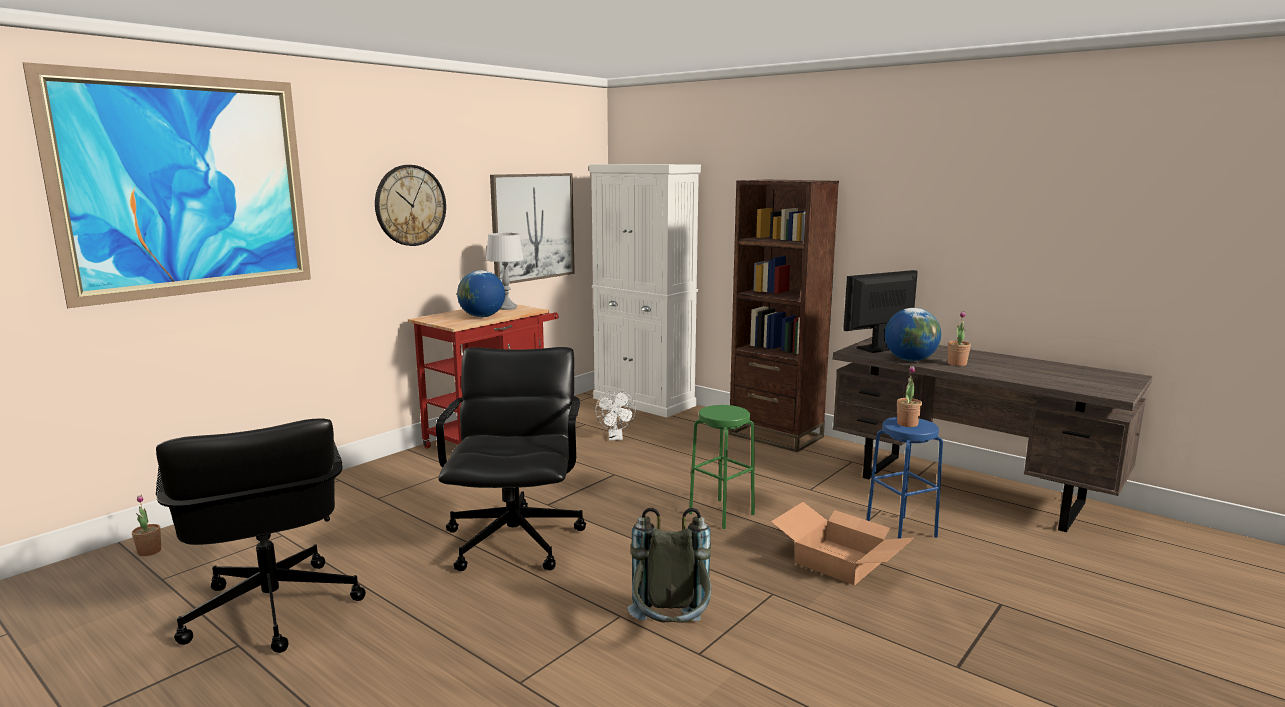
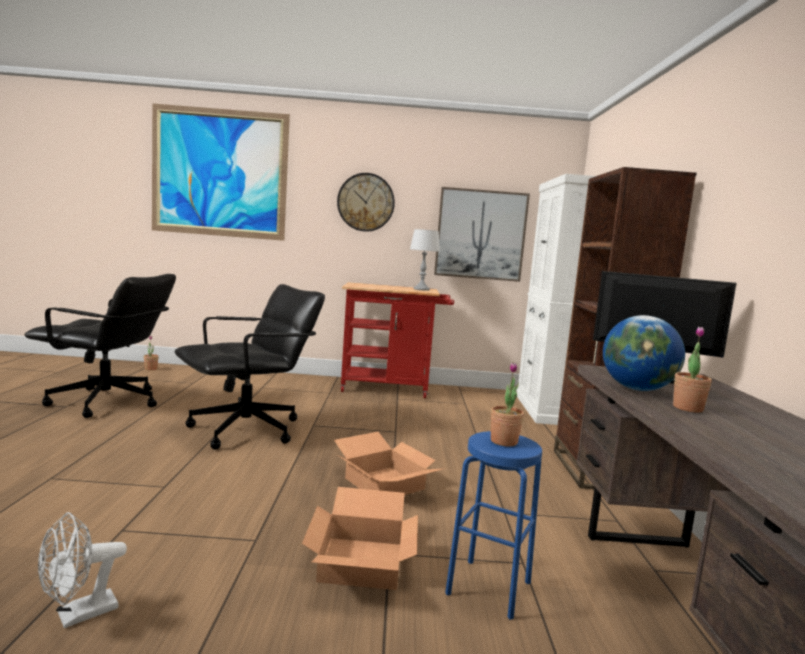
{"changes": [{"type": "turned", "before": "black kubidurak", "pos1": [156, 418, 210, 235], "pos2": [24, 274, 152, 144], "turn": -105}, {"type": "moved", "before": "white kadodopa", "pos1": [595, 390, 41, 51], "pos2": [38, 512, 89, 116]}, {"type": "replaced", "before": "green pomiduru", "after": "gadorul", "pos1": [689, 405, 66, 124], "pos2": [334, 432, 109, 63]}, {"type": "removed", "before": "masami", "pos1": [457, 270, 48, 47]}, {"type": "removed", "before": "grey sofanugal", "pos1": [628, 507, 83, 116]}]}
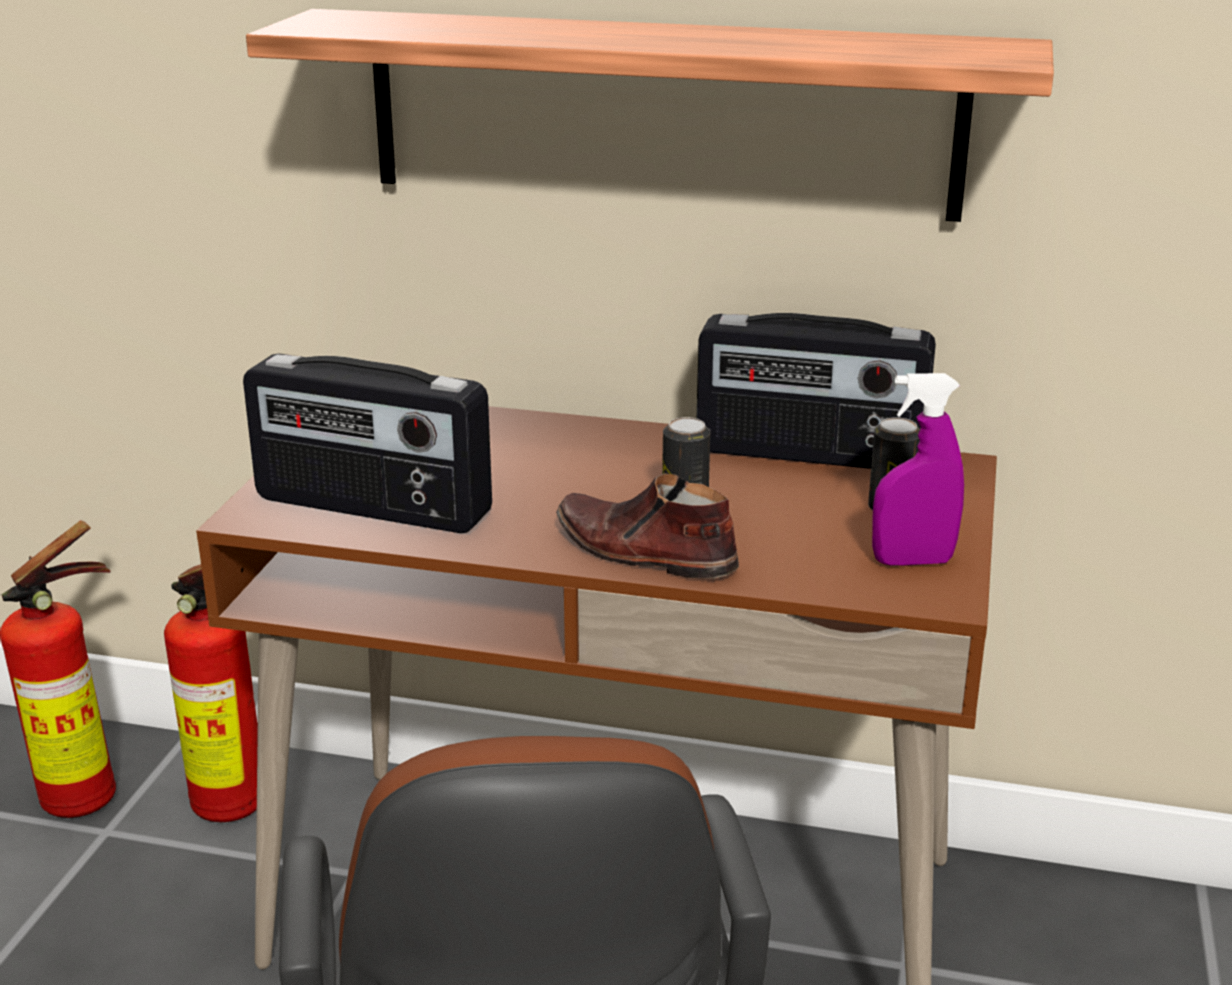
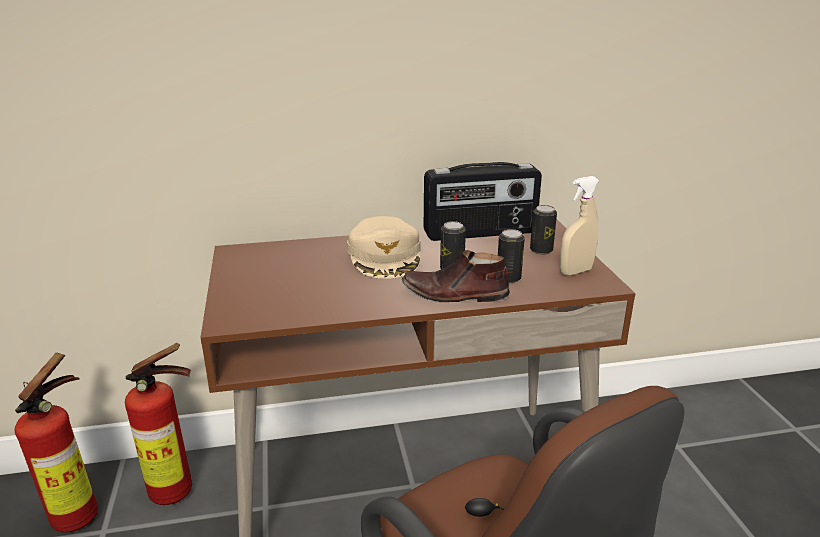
{"changes": [{"type": "added", "after": "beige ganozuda", "pos2": [347, 216, 73, 63]}, {"type": "added", "after": "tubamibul", "pos2": [498, 229, 27, 54]}, {"type": "recoloured", "before": "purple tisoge", "after": "beige tisoge", "pos1": [872, 373, 92, 193], "pos2": [559, 176, 40, 100]}, {"type": "removed", "before": "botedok", "pos1": [243, 354, 249, 179]}, {"type": "removed", "before": "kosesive", "pos1": [246, 9, 808, 213]}]}
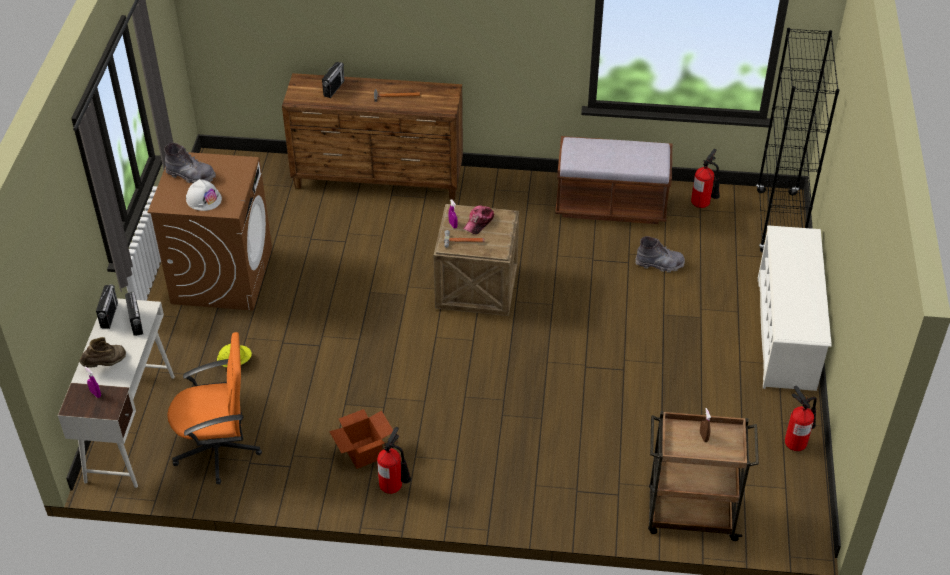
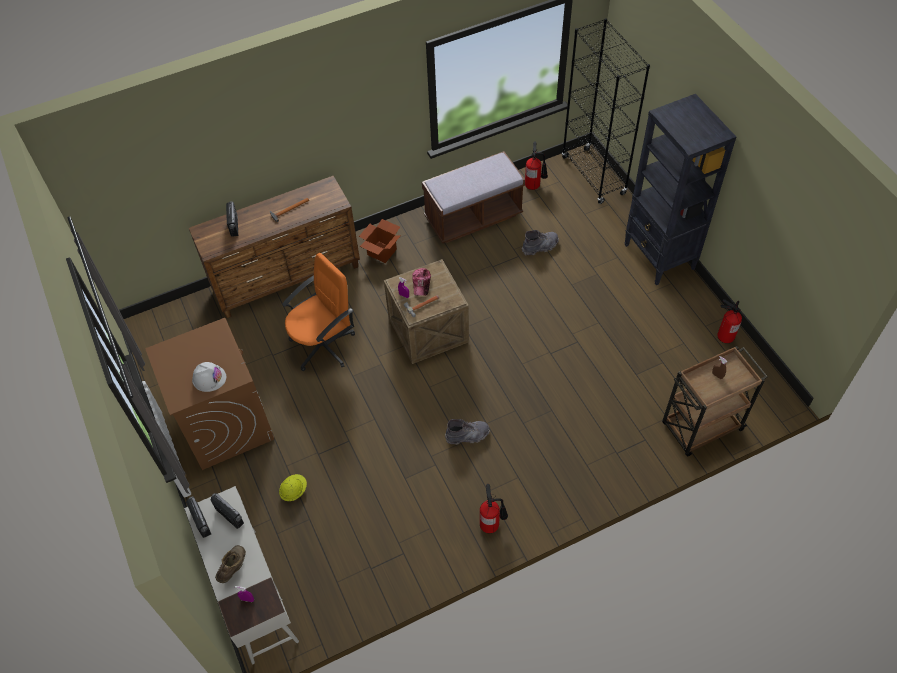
{"changes": [{"type": "moved", "before": "orange kubidurak", "pos1": [167, 332, 95, 153], "pos2": [282, 253, 73, 118]}, {"type": "moved", "before": "gadorul", "pos1": [329, 409, 64, 60], "pos2": [359, 219, 41, 44]}, {"type": "moved", "before": "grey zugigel", "pos1": [164, 143, 52, 41], "pos2": [445, 419, 45, 26]}, {"type": "replaced", "before": "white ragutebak", "after": "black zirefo", "pos1": [758, 226, 74, 165], "pos2": [624, 94, 112, 191]}]}
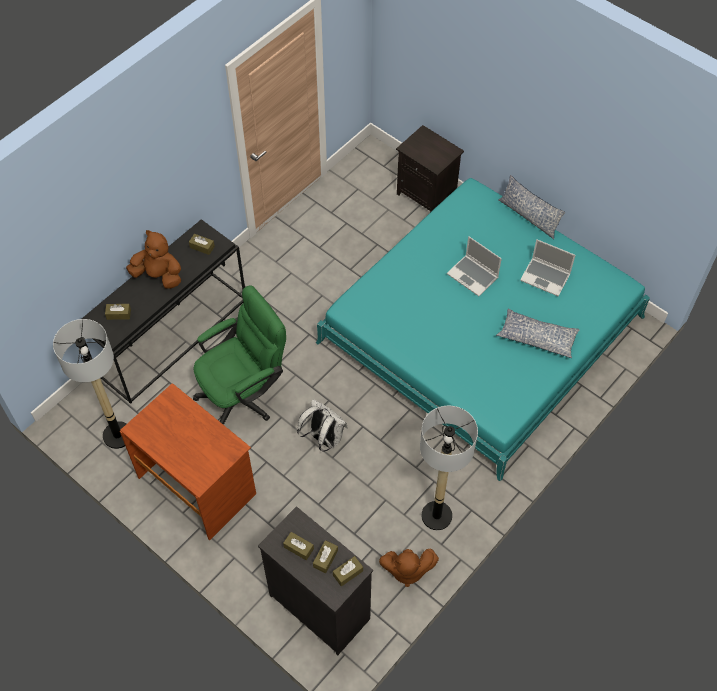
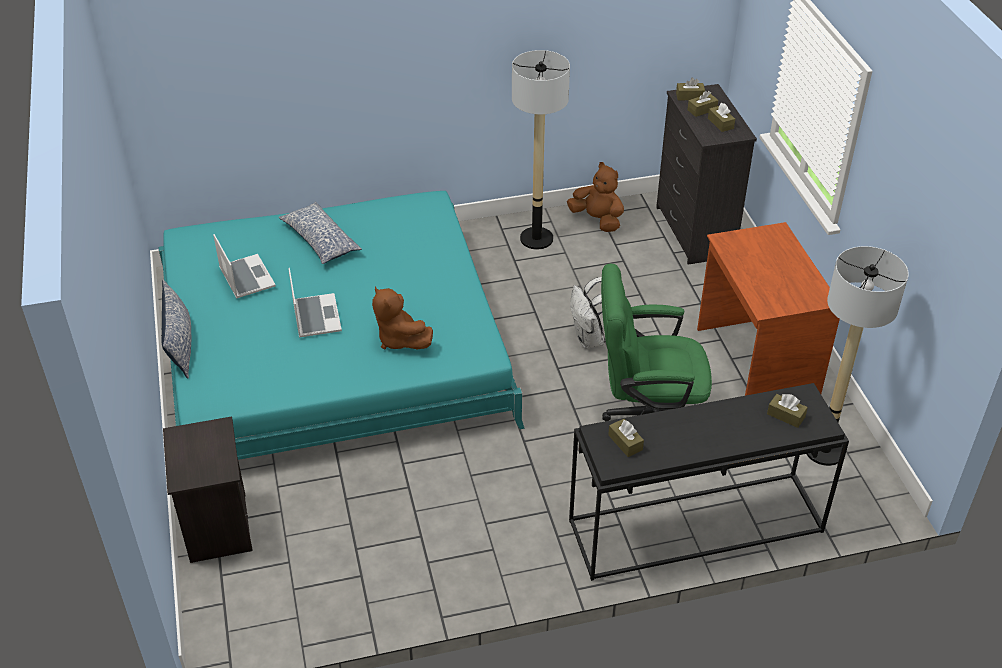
{"changes": [{"type": "moved", "before": "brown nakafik", "pos1": [126, 230, 55, 59], "pos2": [372, 286, 61, 63]}]}
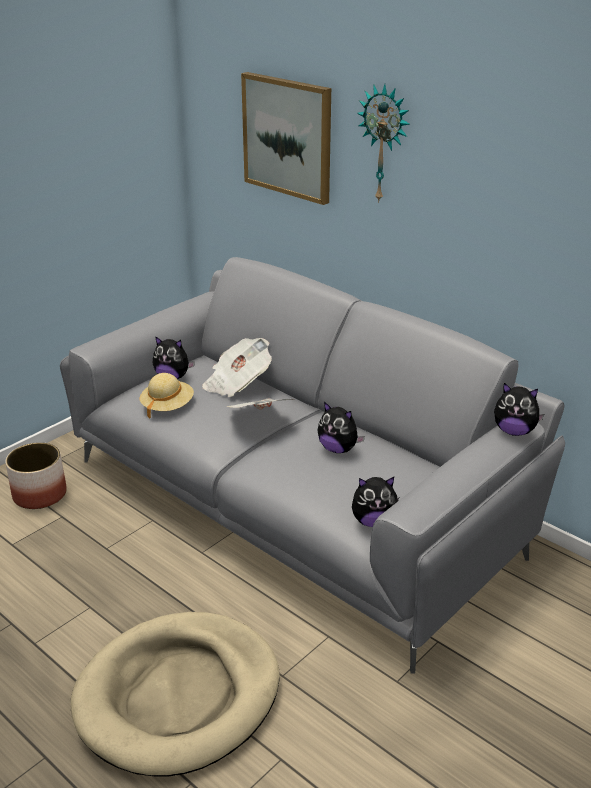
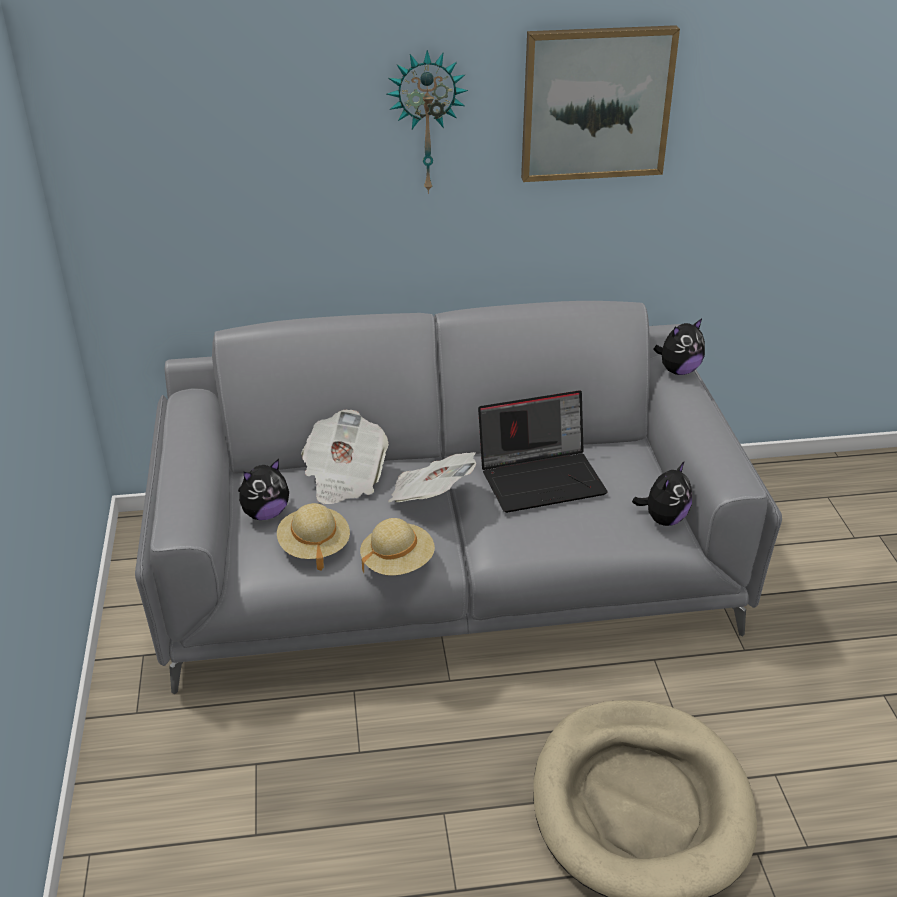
{"changes": [{"type": "added", "after": "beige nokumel", "pos2": [360, 518, 75, 57]}, {"type": "replaced", "before": "nakafik", "after": "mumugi", "pos1": [317, 402, 48, 51], "pos2": [478, 390, 130, 123]}, {"type": "moved", "before": "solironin", "pos1": [241, 72, 90, 133], "pos2": [521, 25, 159, 157]}, {"type": "removed", "before": "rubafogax", "pos1": [5, 442, 61, 67]}]}
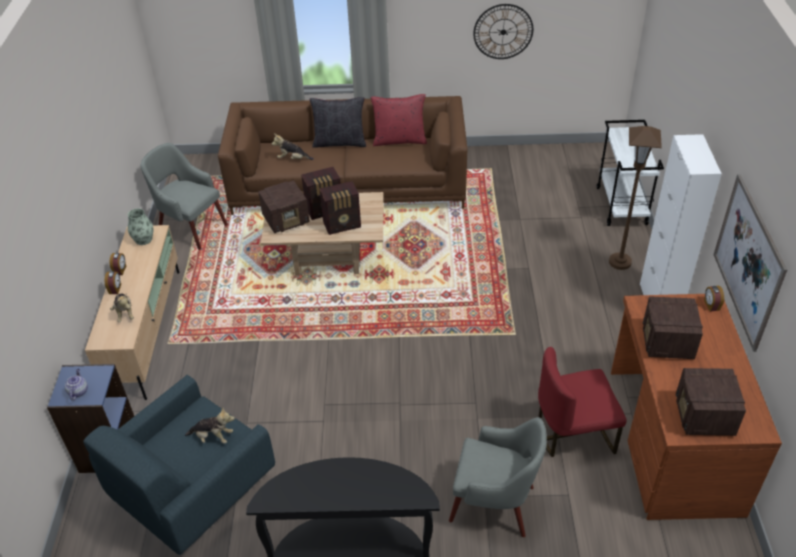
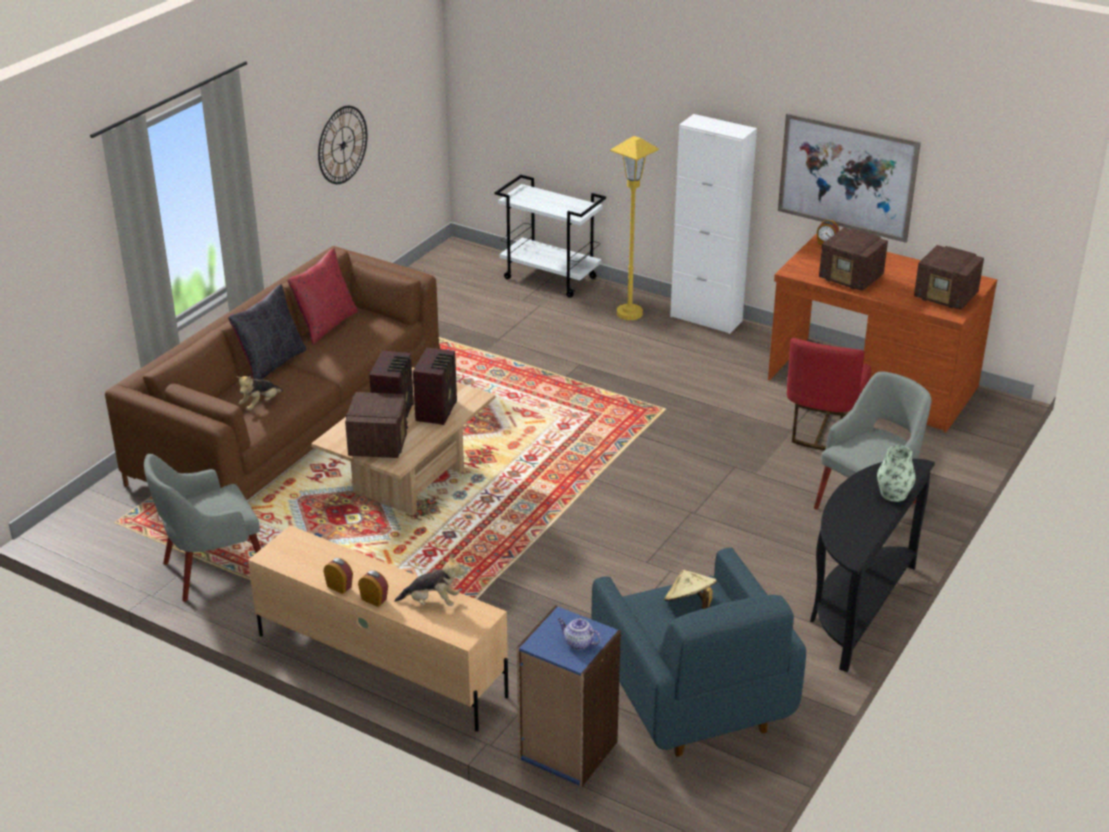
{"changes": [{"type": "recoloured", "before": "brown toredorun", "after": "yellow toredorun", "pos1": [609, 126, 53, 144], "pos2": [610, 136, 49, 184]}, {"type": "replaced", "before": "nakafik", "after": "beige nokumel", "pos1": [185, 407, 50, 37], "pos2": [664, 570, 53, 39]}, {"type": "moved", "before": "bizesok", "pos1": [128, 208, 26, 37], "pos2": [877, 445, 39, 57]}]}
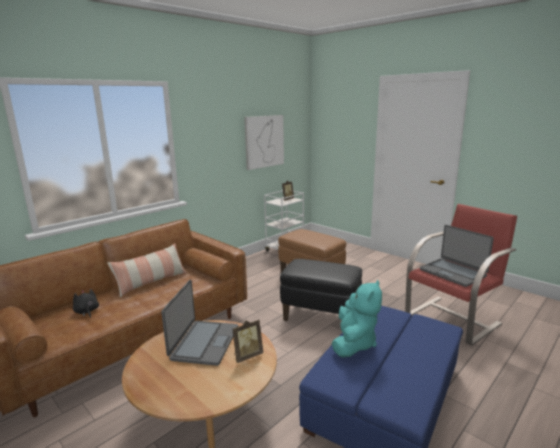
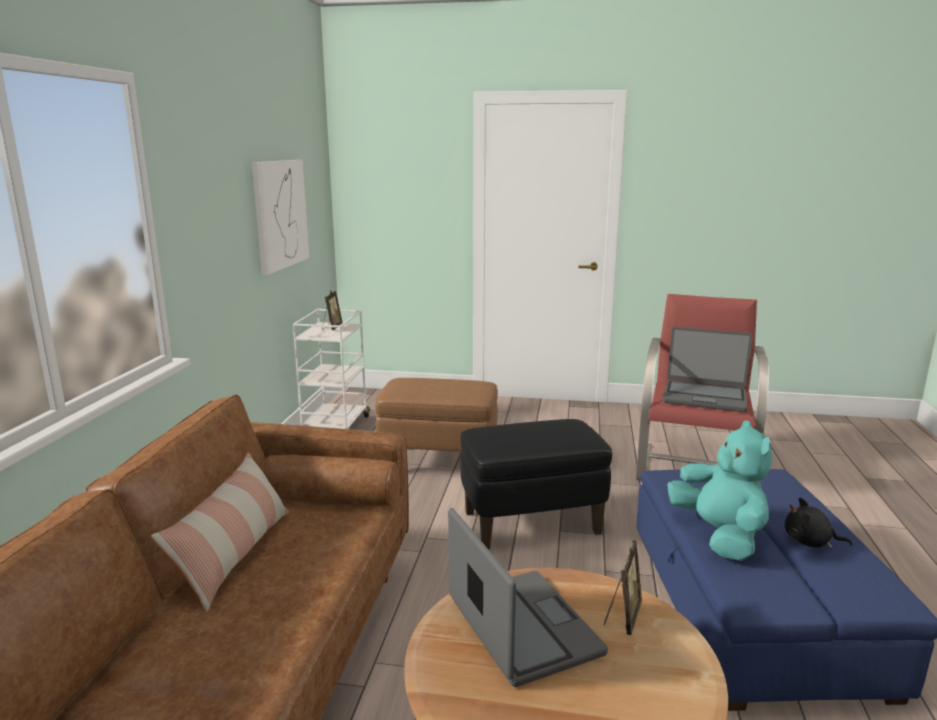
{"changes": [{"type": "moved", "before": "black nakafik", "pos1": [73, 289, 26, 29], "pos2": [785, 498, 67, 50]}]}
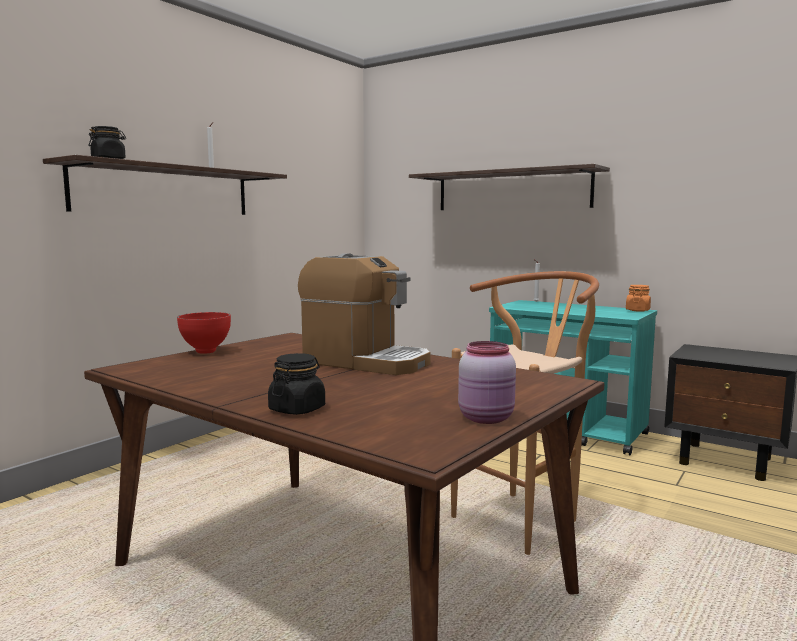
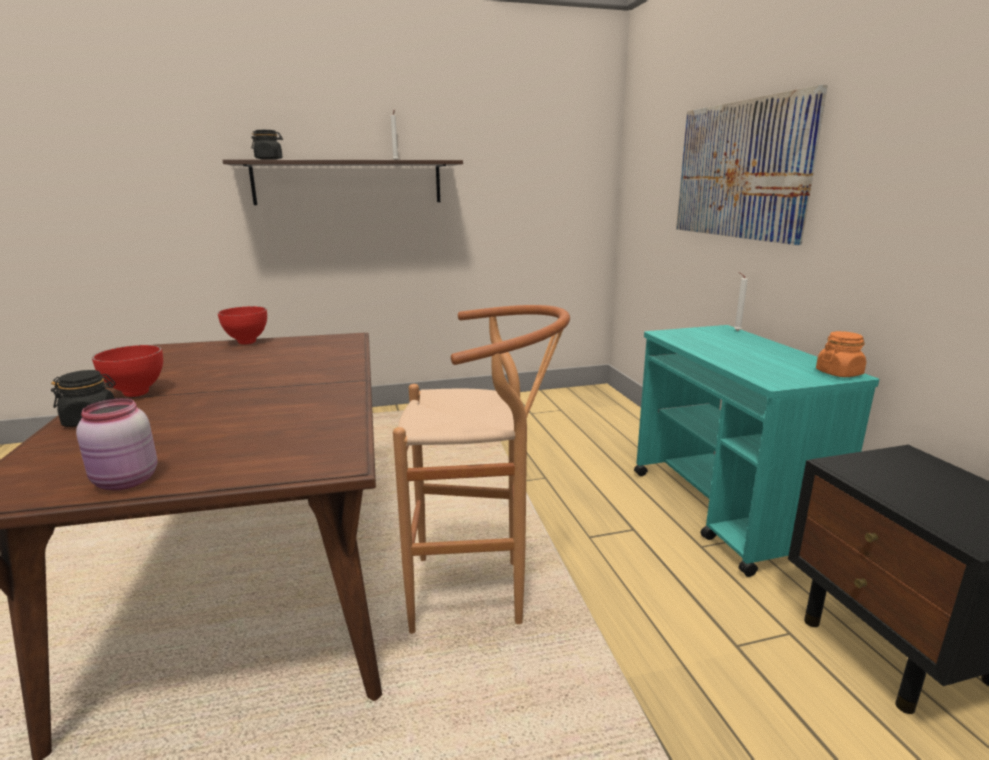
{"changes": [{"type": "added", "after": "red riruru", "pos2": [92, 345, 71, 52]}, {"type": "replaced", "before": "kosesive", "after": "solironin", "pos1": [409, 164, 201, 46], "pos2": [676, 85, 152, 160]}, {"type": "removed", "before": "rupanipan", "pos1": [298, 253, 133, 122]}]}
